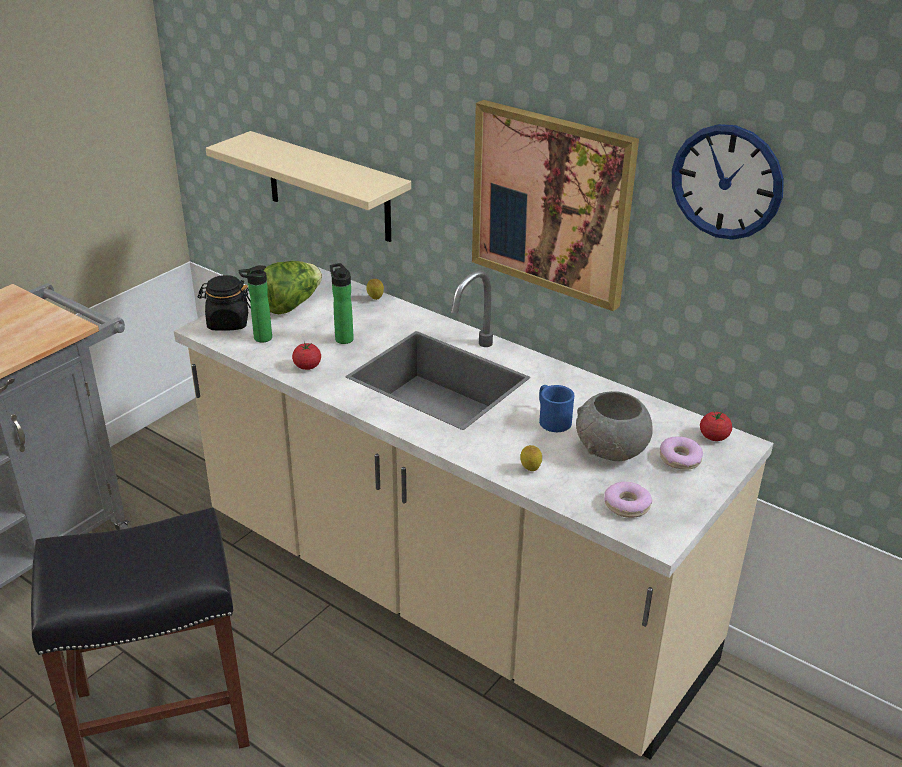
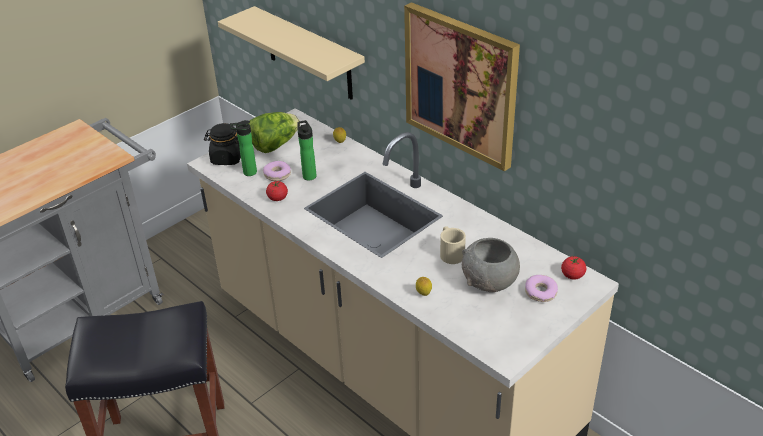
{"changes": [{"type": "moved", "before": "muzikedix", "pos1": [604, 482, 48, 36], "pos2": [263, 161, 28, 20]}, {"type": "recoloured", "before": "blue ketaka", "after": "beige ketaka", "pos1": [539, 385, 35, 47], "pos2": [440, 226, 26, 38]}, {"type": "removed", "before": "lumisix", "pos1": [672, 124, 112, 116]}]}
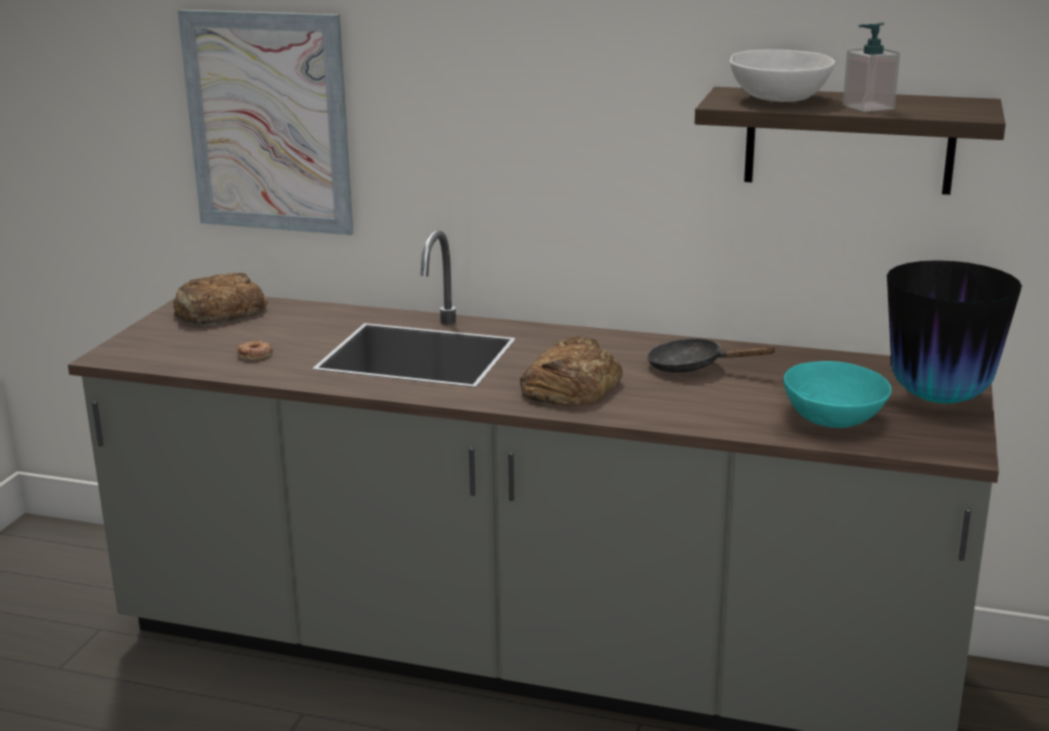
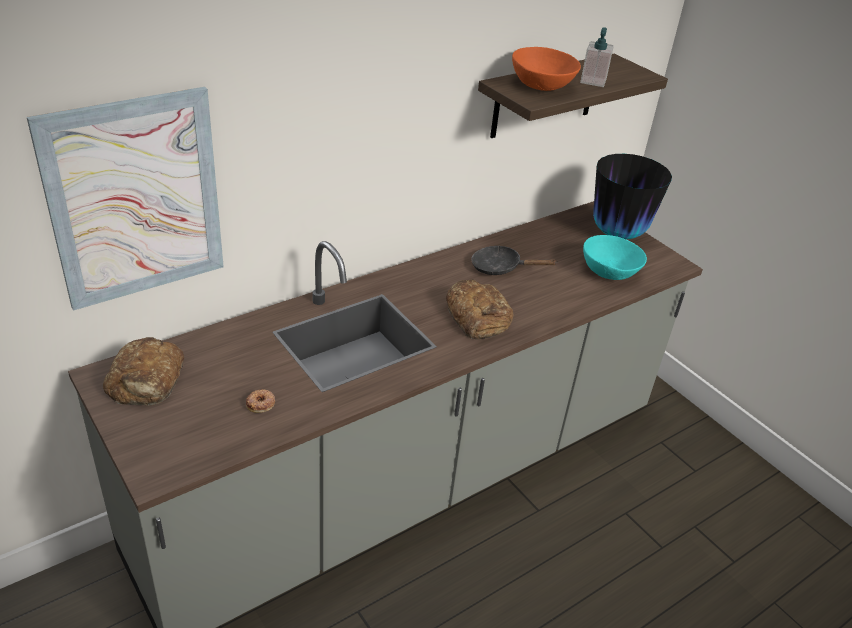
{"changes": [{"type": "turned", "before": "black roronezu", "pos1": [647, 338, 130, 34], "pos2": [471, 245, 85, 30], "turn": 45}, {"type": "recoloured", "before": "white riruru", "after": "orange riruru", "pos1": [730, 49, 105, 53], "pos2": [512, 47, 69, 44]}]}
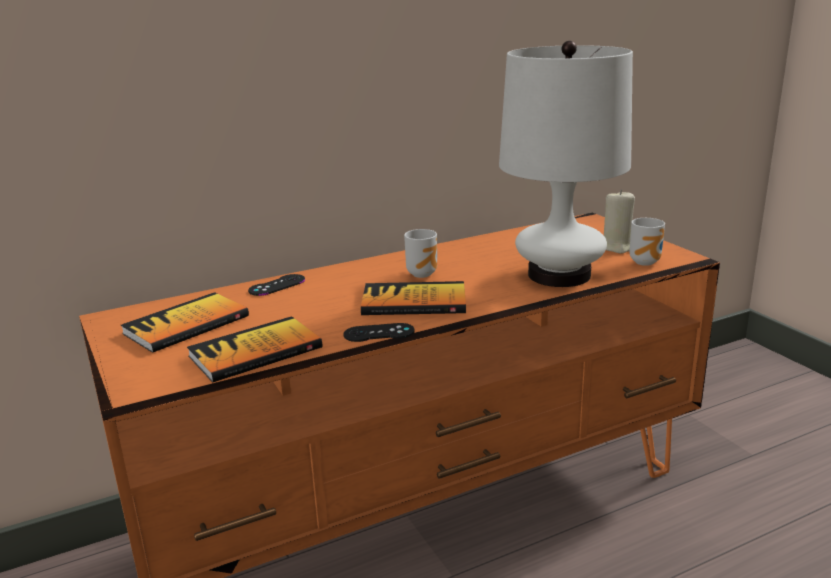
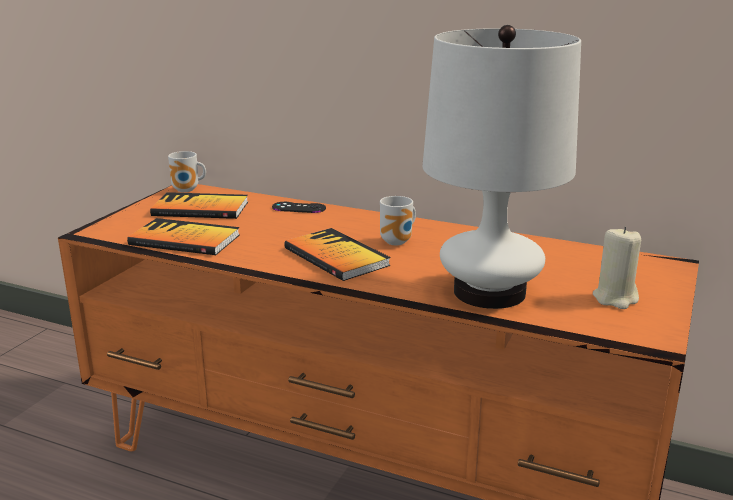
{"changes": [{"type": "moved", "before": "ketaka", "pos1": [630, 218, 35, 48], "pos2": [168, 151, 38, 41]}, {"type": "removed", "before": "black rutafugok", "pos1": [343, 323, 72, 19]}]}
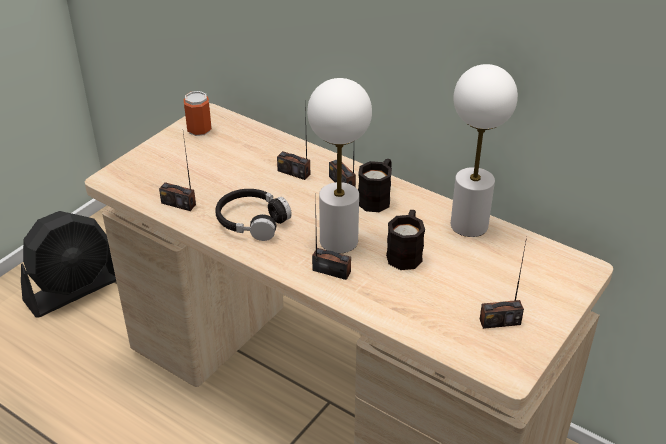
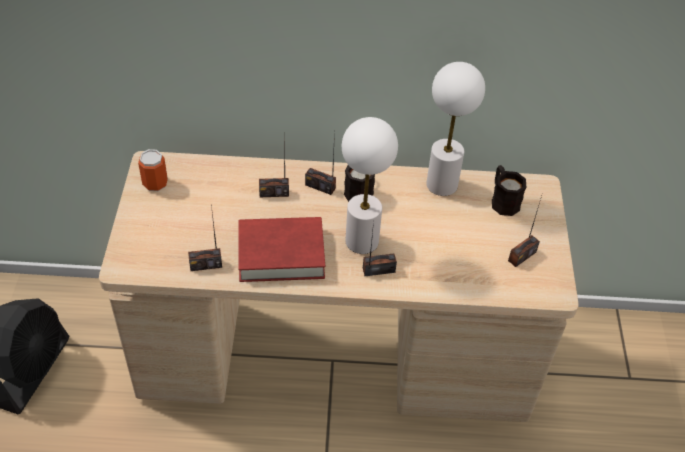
{"changes": [{"type": "replaced", "before": "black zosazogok", "after": "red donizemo", "pos1": [215, 189, 77, 52], "pos2": [238, 217, 87, 65]}, {"type": "moved", "before": "black ketaka", "pos1": [386, 210, 39, 60], "pos2": [492, 165, 34, 51]}]}
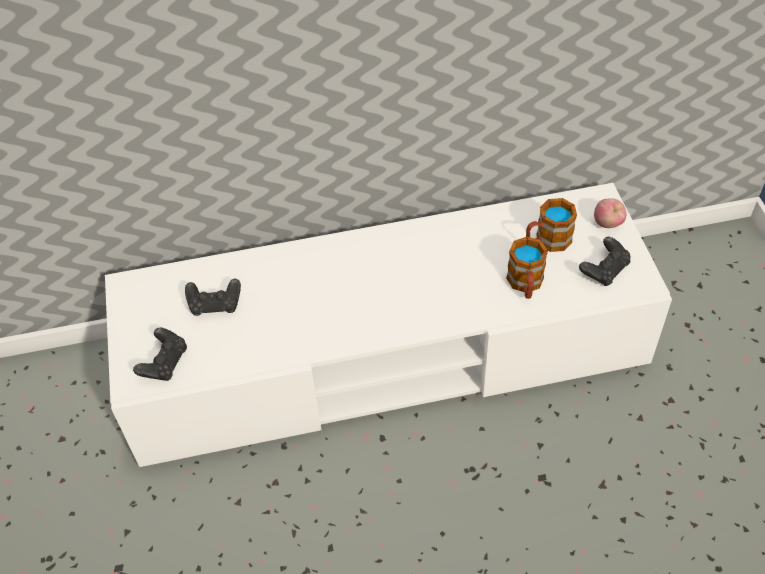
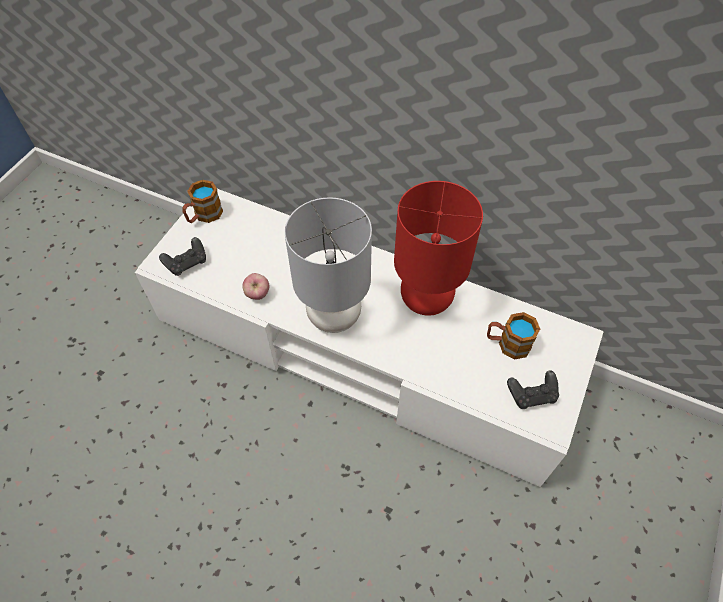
{"changes": [{"type": "moved", "before": "ketaka", "pos1": [506, 237, 42, 62], "pos2": [182, 180, 41, 43]}, {"type": "moved", "before": "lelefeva", "pos1": [594, 198, 32, 30], "pos2": [242, 273, 28, 27]}, {"type": "added", "after": "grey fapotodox", "pos2": [285, 197, 87, 136]}, {"type": "added", "after": "red fapotodox", "pos2": [394, 181, 89, 135]}, {"type": "removed", "before": "black rutafugok", "pos1": [185, 279, 56, 37]}]}
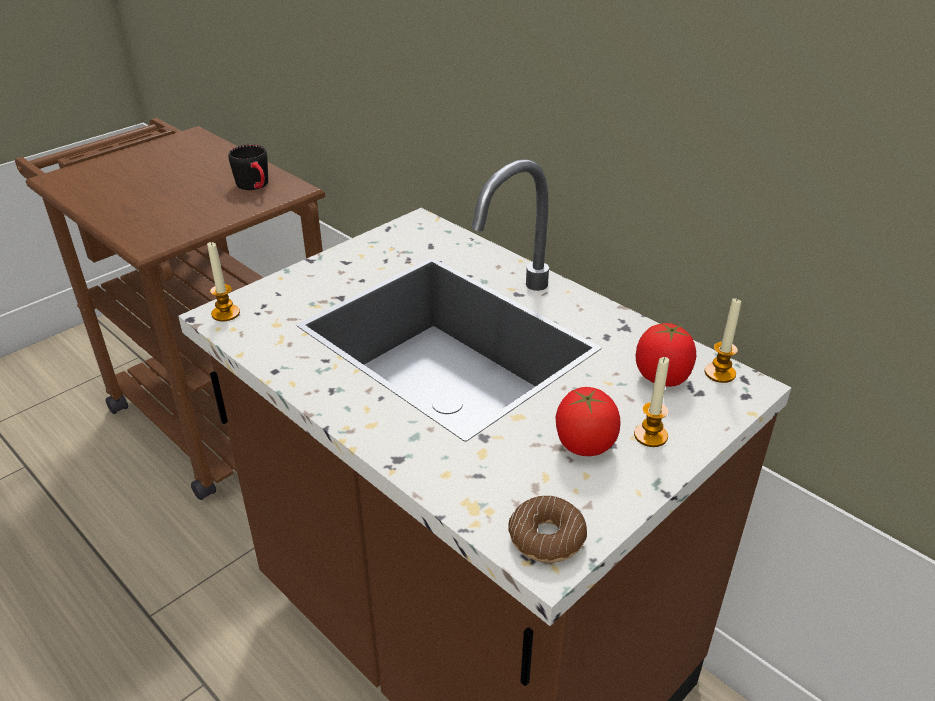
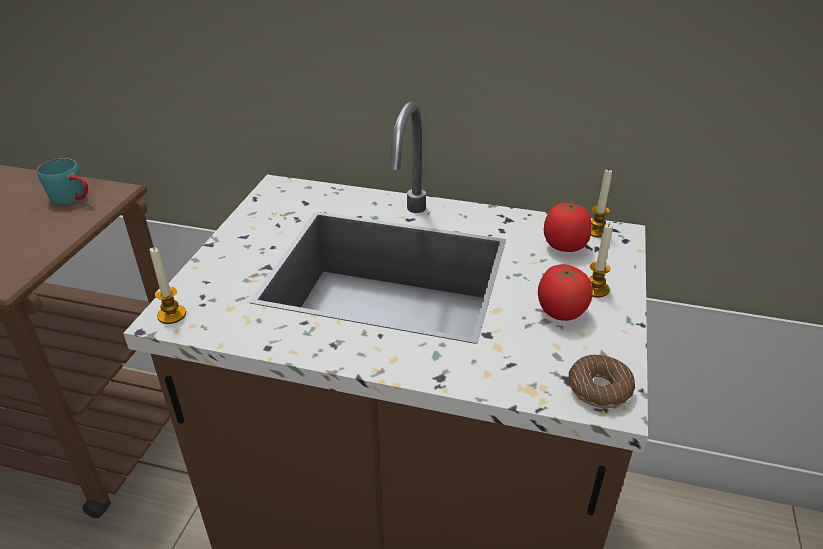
{"changes": [{"type": "recoloured", "before": "black ketaka", "after": "turquoise ketaka", "pos1": [228, 144, 40, 46], "pos2": [37, 158, 51, 47]}]}
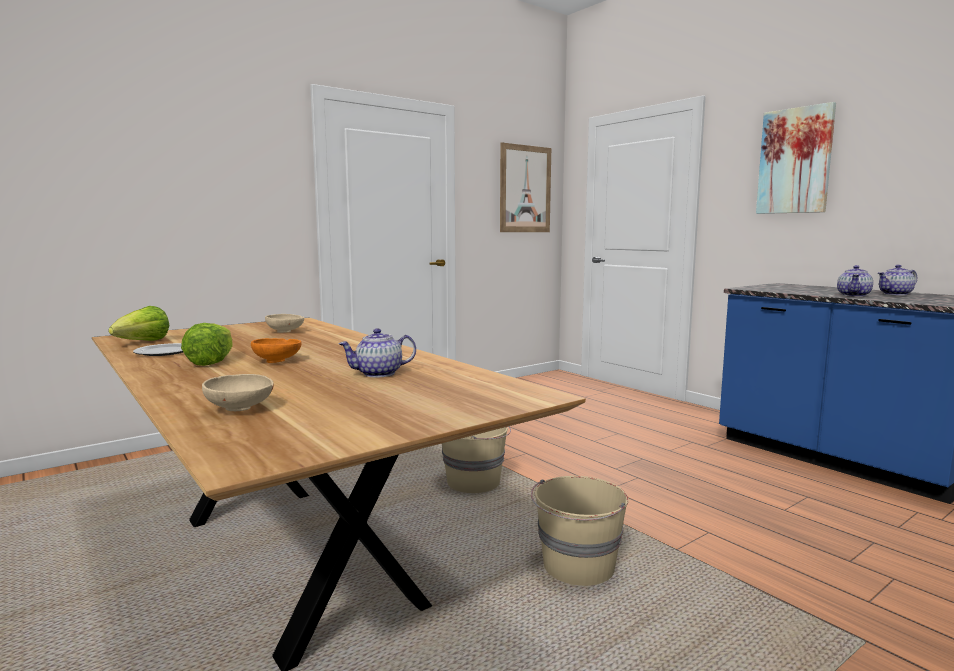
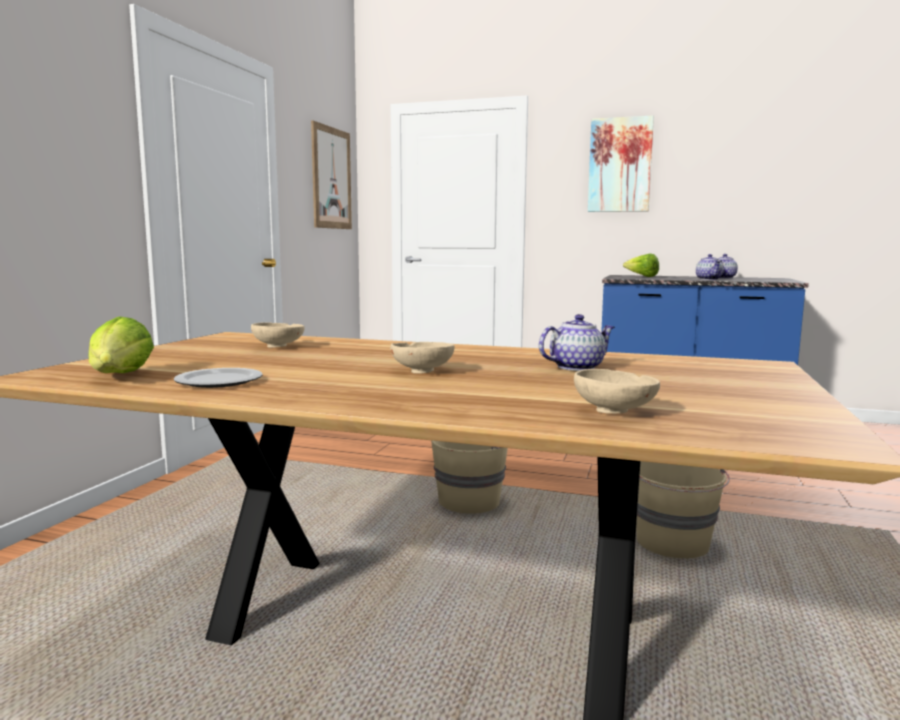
{"changes": [{"type": "recoloured", "before": "orange riruru", "after": "beige riruru", "pos1": [251, 338, 51, 25], "pos2": [390, 342, 65, 32]}, {"type": "turned", "before": "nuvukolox", "pos1": [338, 328, 78, 50], "pos2": [539, 314, 76, 57], "turn": -150}, {"type": "moved", "before": "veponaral", "pos1": [181, 323, 52, 43], "pos2": [623, 253, 36, 24]}]}
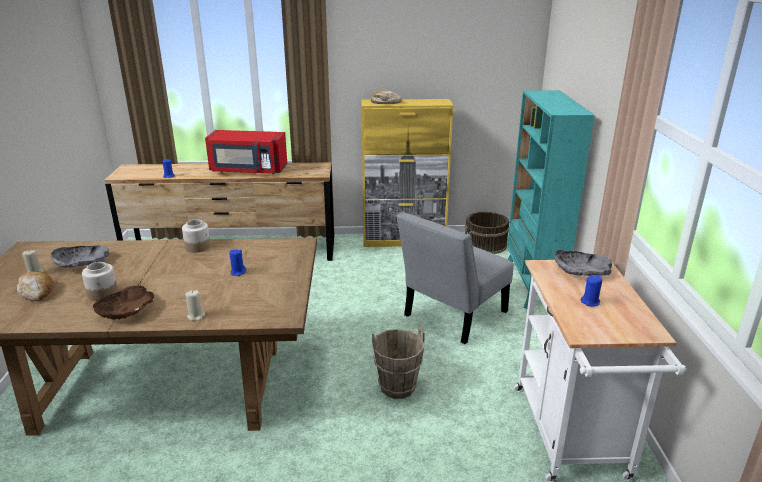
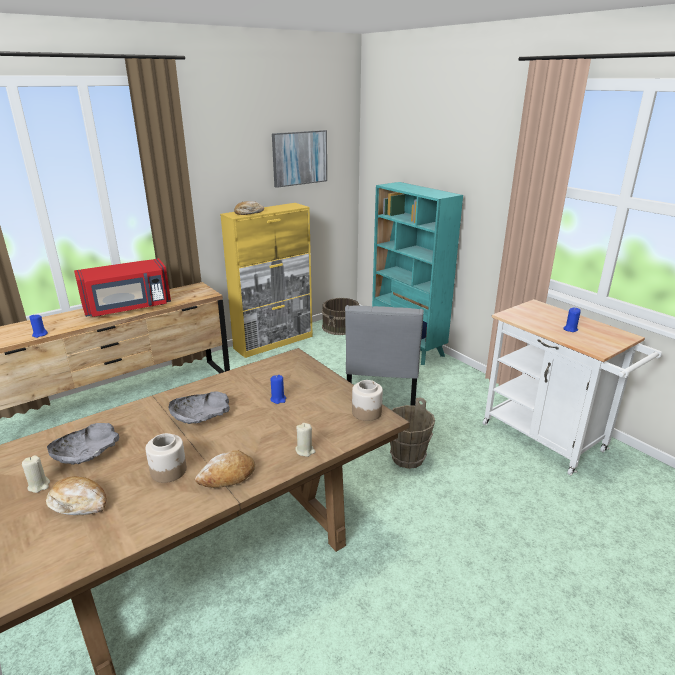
{"changes": [{"type": "moved", "before": "grey riruru", "pos1": [554, 250, 58, 26], "pos2": [168, 391, 62, 33]}, {"type": "replaced", "before": "brown riruru", "after": "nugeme", "pos1": [93, 286, 61, 34], "pos2": [195, 450, 60, 38]}, {"type": "added", "after": "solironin", "pos2": [272, 130, 55, 58]}, {"type": "moved", "before": "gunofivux", "pos1": [182, 219, 29, 34], "pos2": [352, 380, 31, 41]}]}
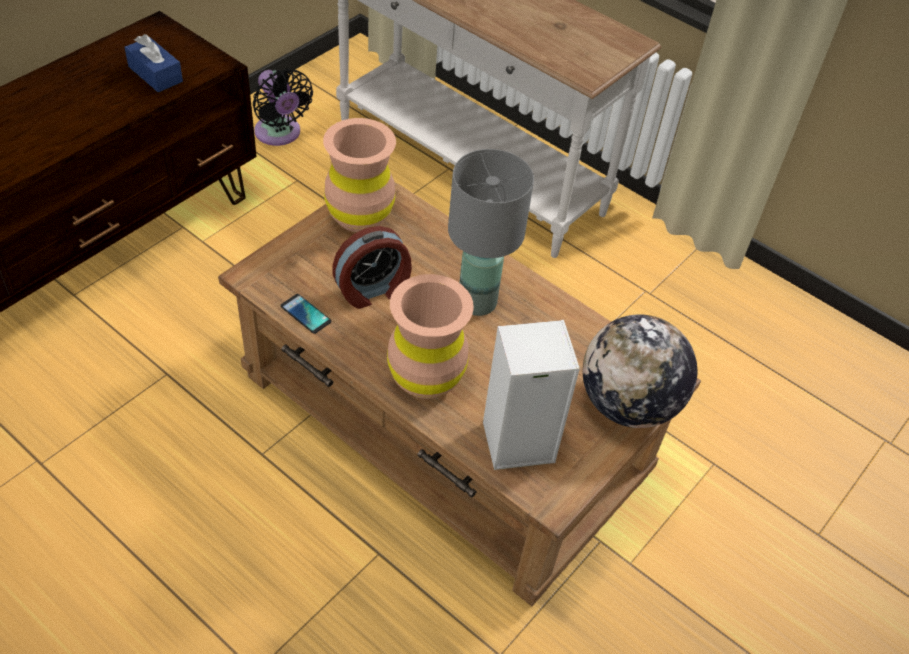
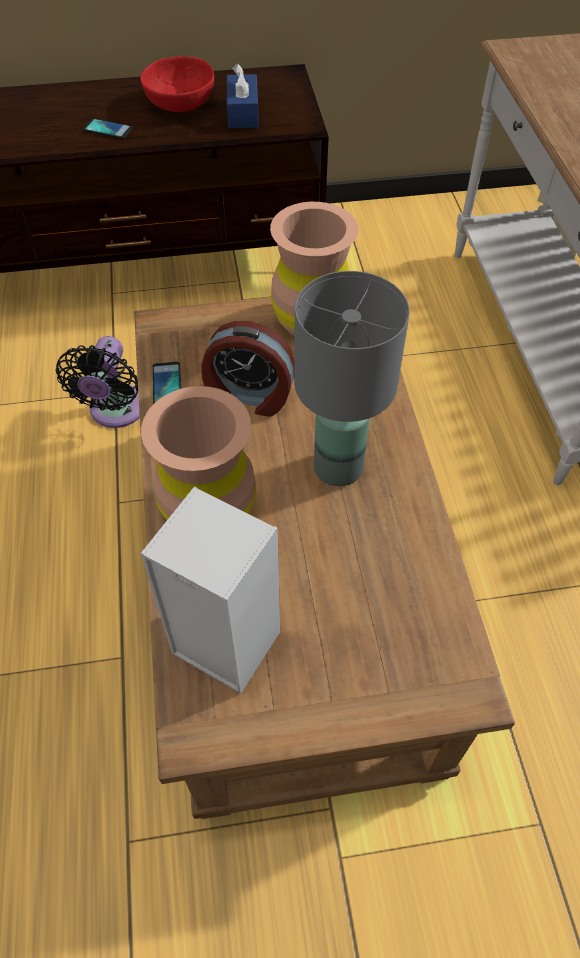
{"changes": [{"type": "moved", "before": "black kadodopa", "pos1": [253, 69, 60, 77], "pos2": [56, 336, 84, 92]}, {"type": "added", "after": "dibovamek", "pos2": [83, 119, 50, 20]}, {"type": "added", "after": "red riruru", "pos2": [140, 56, 74, 56]}, {"type": "removed", "before": "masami", "pos1": [583, 315, 114, 113]}]}
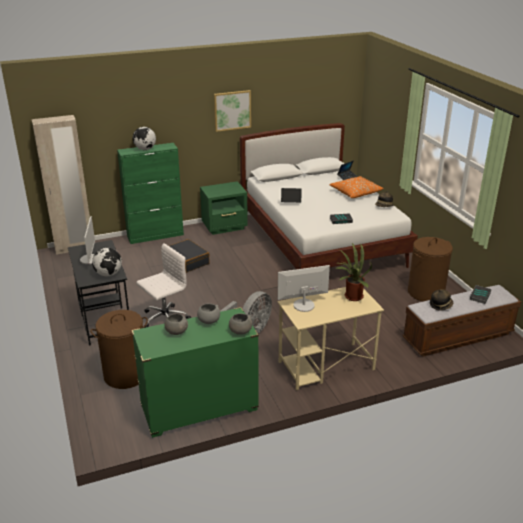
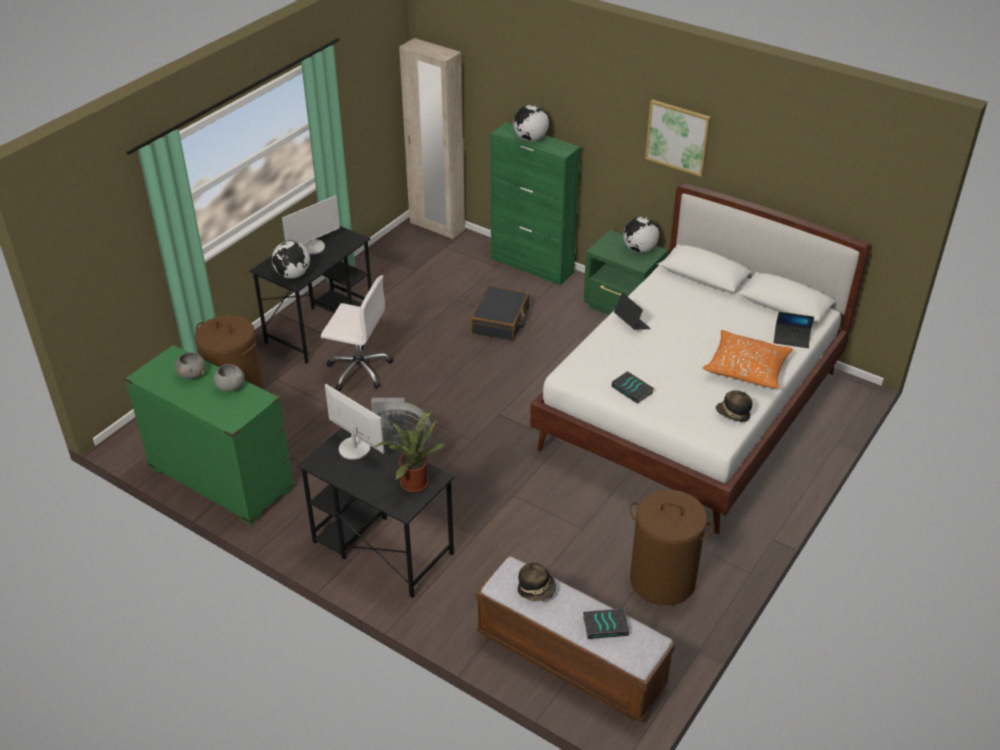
{"changes": [{"type": "recoloured", "before": "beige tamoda", "after": "black tamoda", "pos1": [278, 287, 106, 103], "pos2": [297, 427, 157, 171]}, {"type": "added", "after": "masami", "pos2": [623, 217, 36, 36]}, {"type": "removed", "before": "grey riruru", "pos1": [229, 313, 23, 22]}]}
